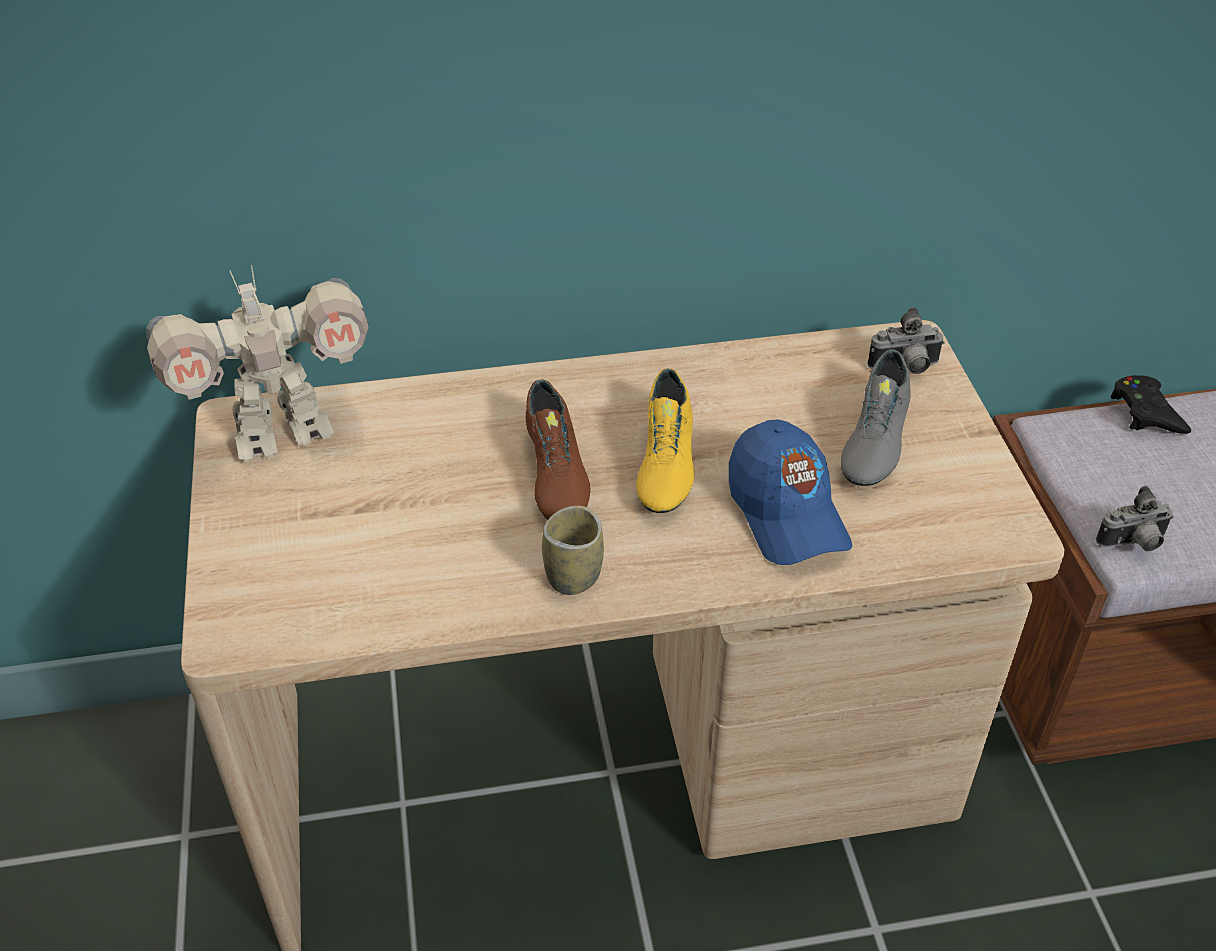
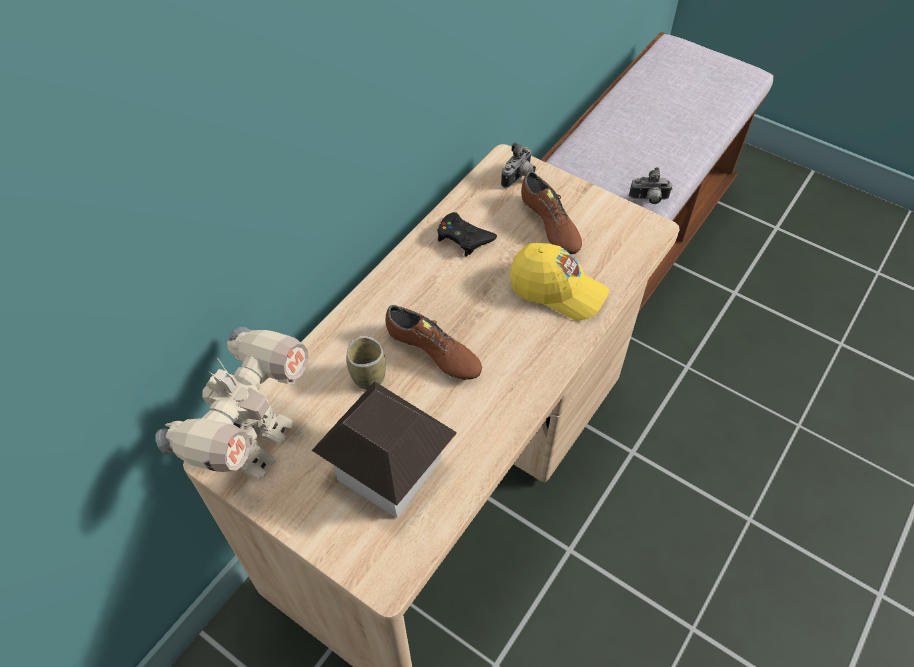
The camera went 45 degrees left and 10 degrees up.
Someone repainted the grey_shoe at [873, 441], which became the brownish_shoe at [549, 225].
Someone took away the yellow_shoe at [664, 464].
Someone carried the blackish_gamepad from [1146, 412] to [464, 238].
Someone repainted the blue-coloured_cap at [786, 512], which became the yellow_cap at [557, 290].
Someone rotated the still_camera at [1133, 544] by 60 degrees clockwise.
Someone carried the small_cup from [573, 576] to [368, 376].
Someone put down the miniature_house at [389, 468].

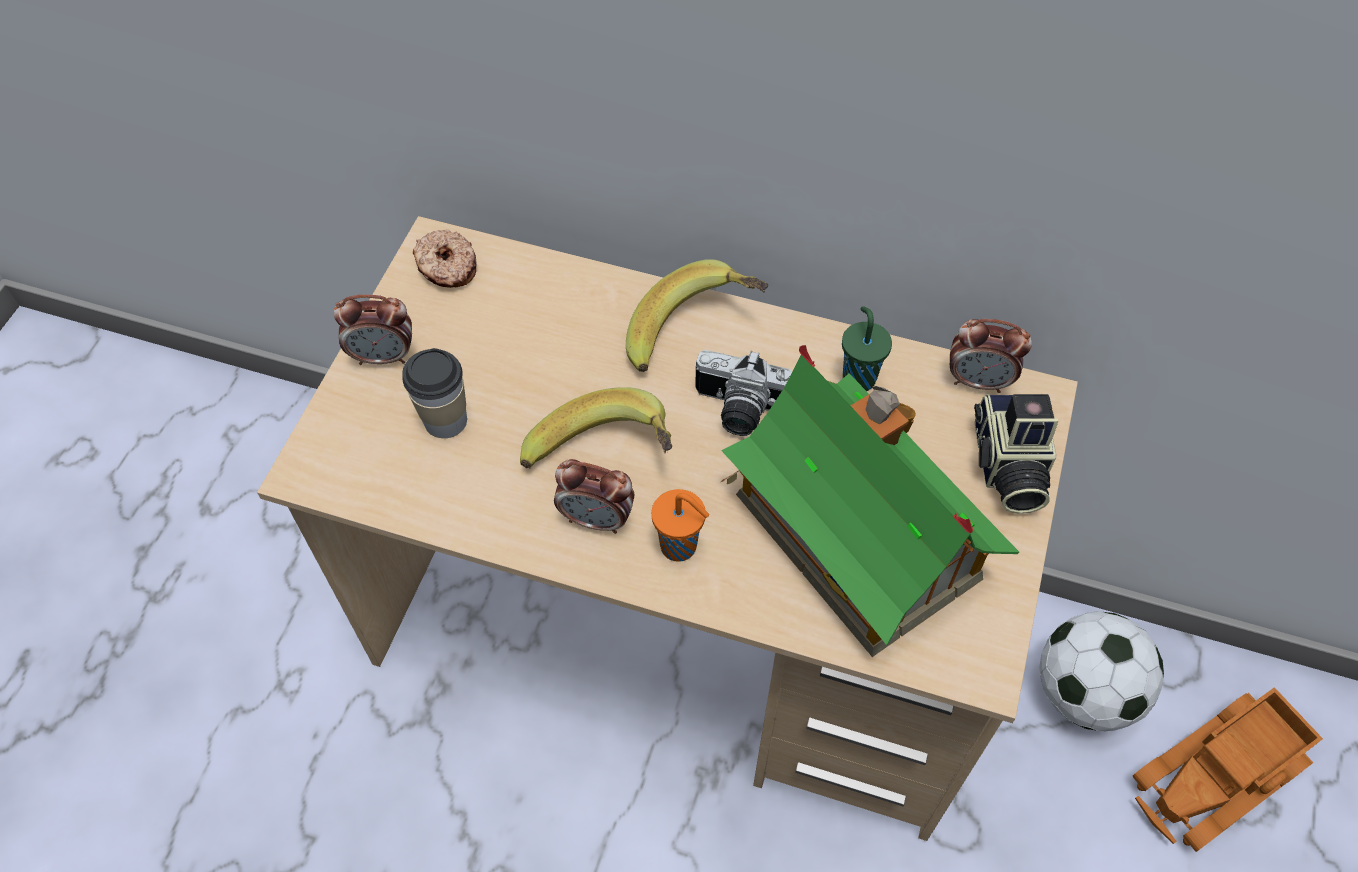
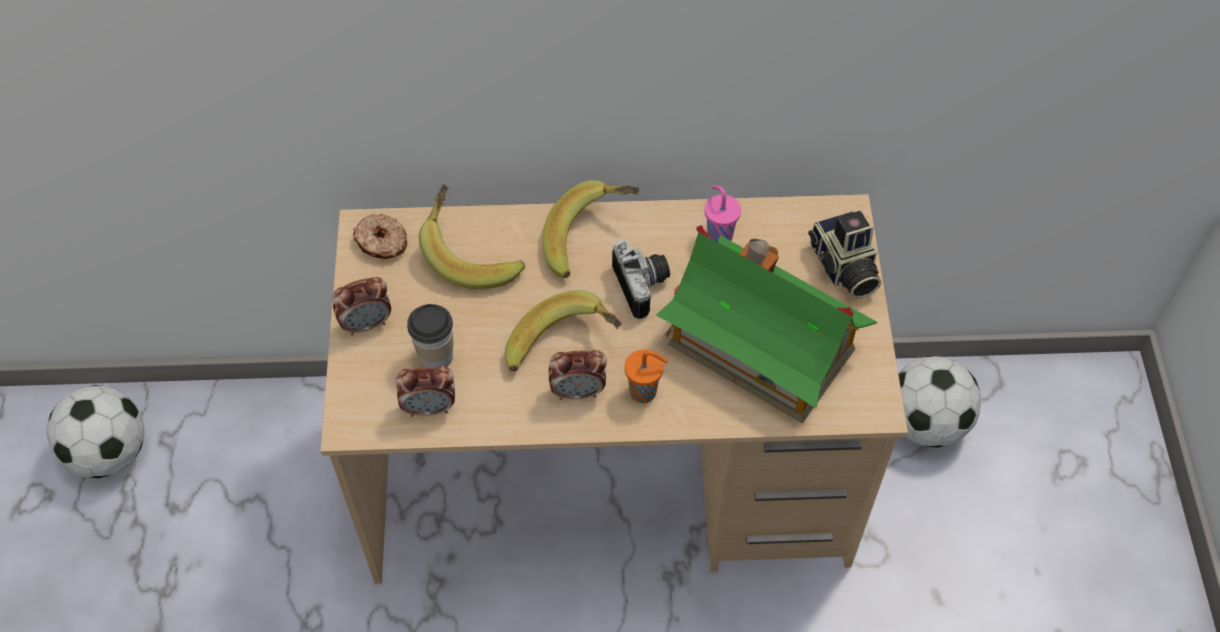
The camera went 20 degrees left and 0 degrees up.
Someone repainted the green_small_cup at [858, 377], which became the pink-coloured_small_cup at [718, 236].
Someone carried the table_clock from [978, 381] to [430, 407].
Someone rotated the still_camera at [738, 411] by 105 degrees counterclockwise.
Someone took away the model_truck at [1220, 776].
Someone put down the banana_fruit at [472, 253].
Someone put down the football at [109, 452].

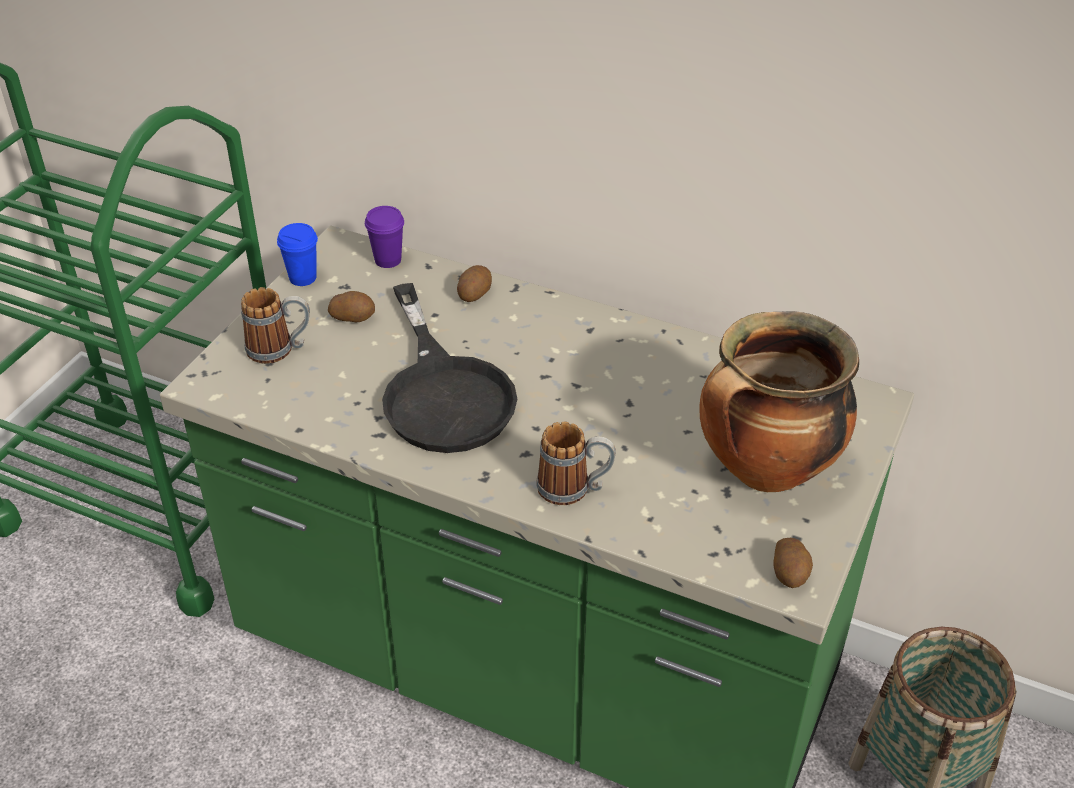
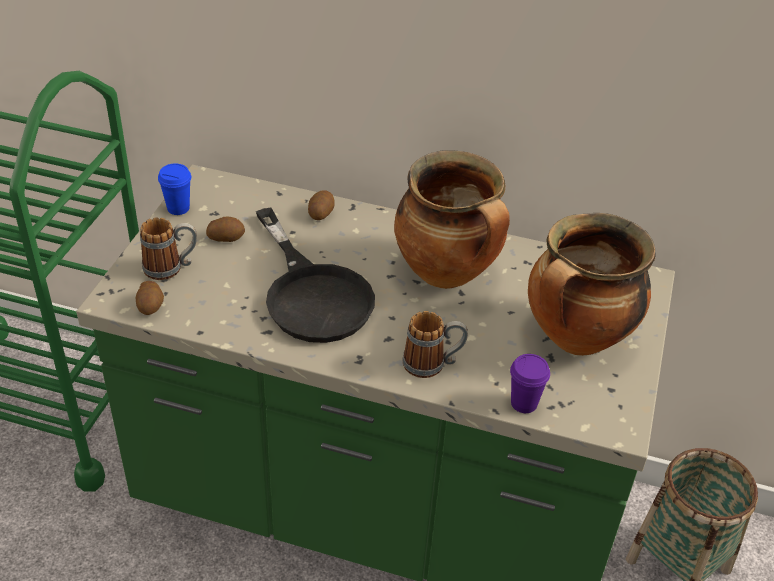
The camera went 10 degrees left and 0 degrees up.
Someone carried the purple_small_cup from [388, 260] to [524, 403].
Someone carried the spud from [790, 573] to [151, 306].
Someone put down the saucepot at [448, 273].

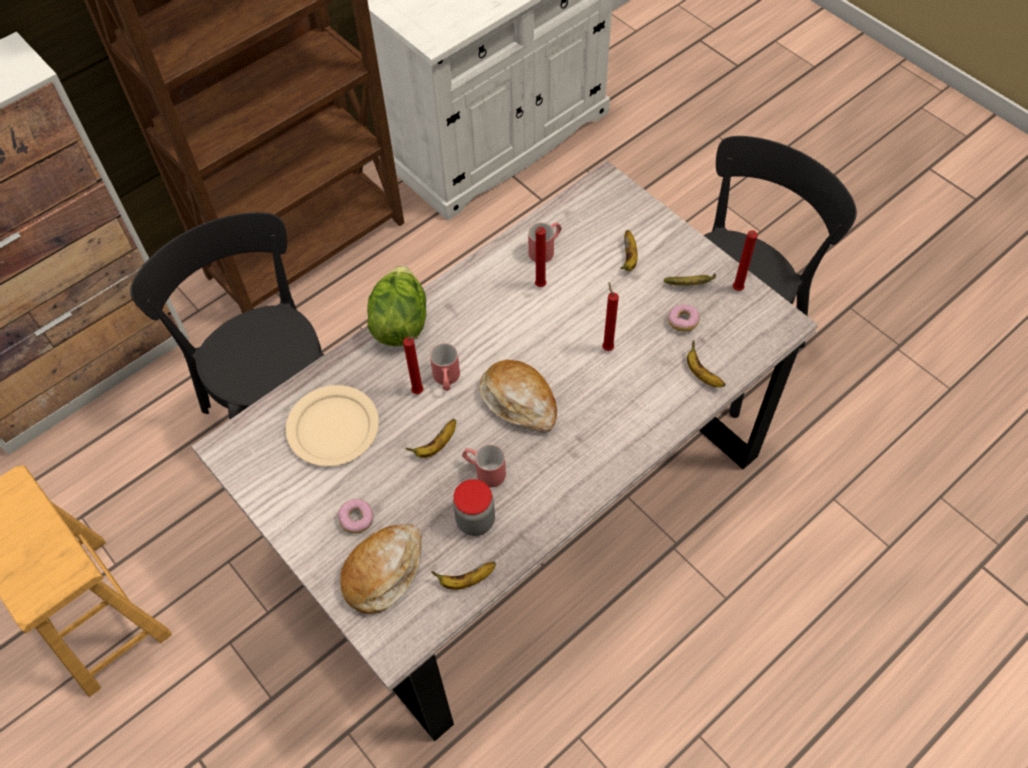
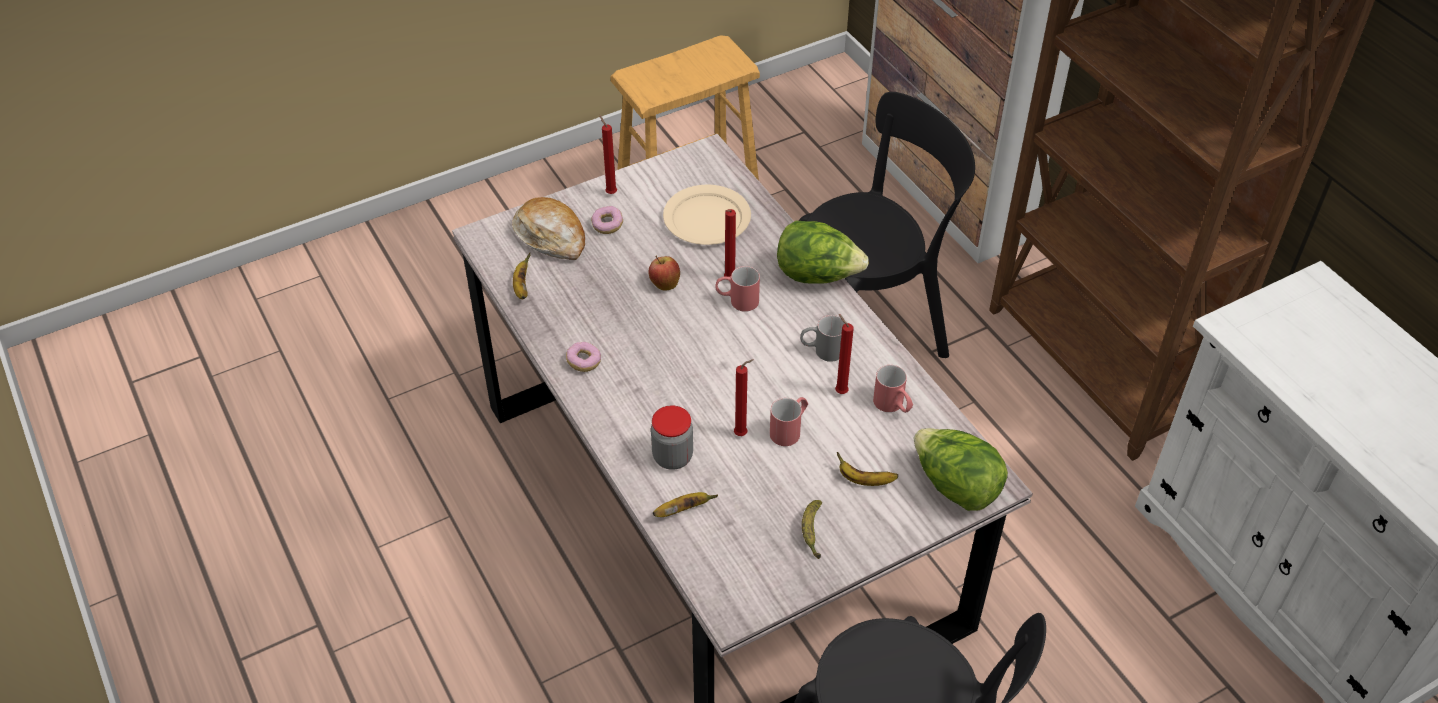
The camera went 100 degrees right and 10 degrees down.
Someone carried the red_wax_light from [736, 290] to [610, 192].
Someone carried the doughnut from [682, 322] to [584, 362].
Someone took away the bread at [519, 401].
Someone swapped the banana_fruit at [436, 446] for the whole_apple at [664, 284].
Someone carried the red_coffee_mug from [484, 471] to [790, 429].
Someone carried the jar from [475, 521] to [672, 457].
Someone put down the grey_coffee_mug at [822, 351].
Someone put down the head_of_lettuce at [955, 487].

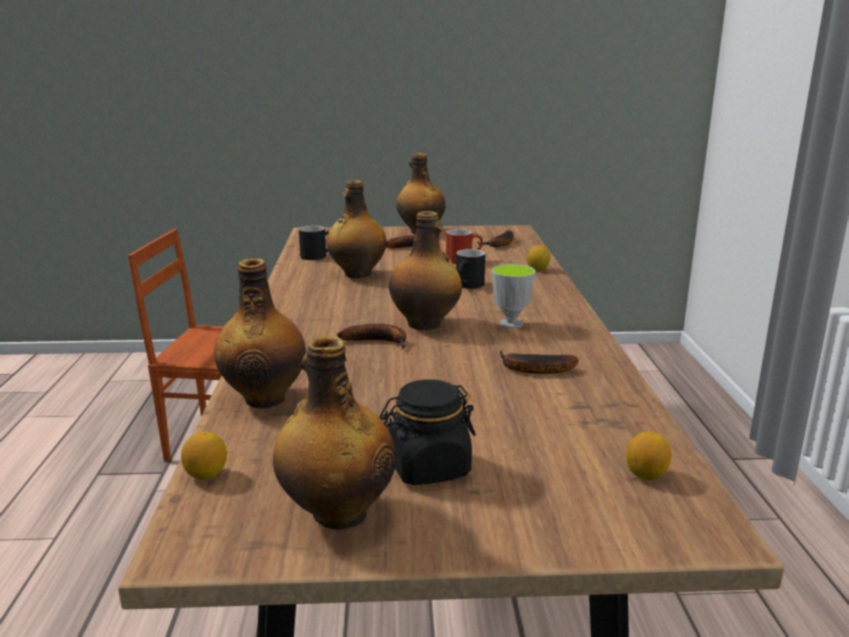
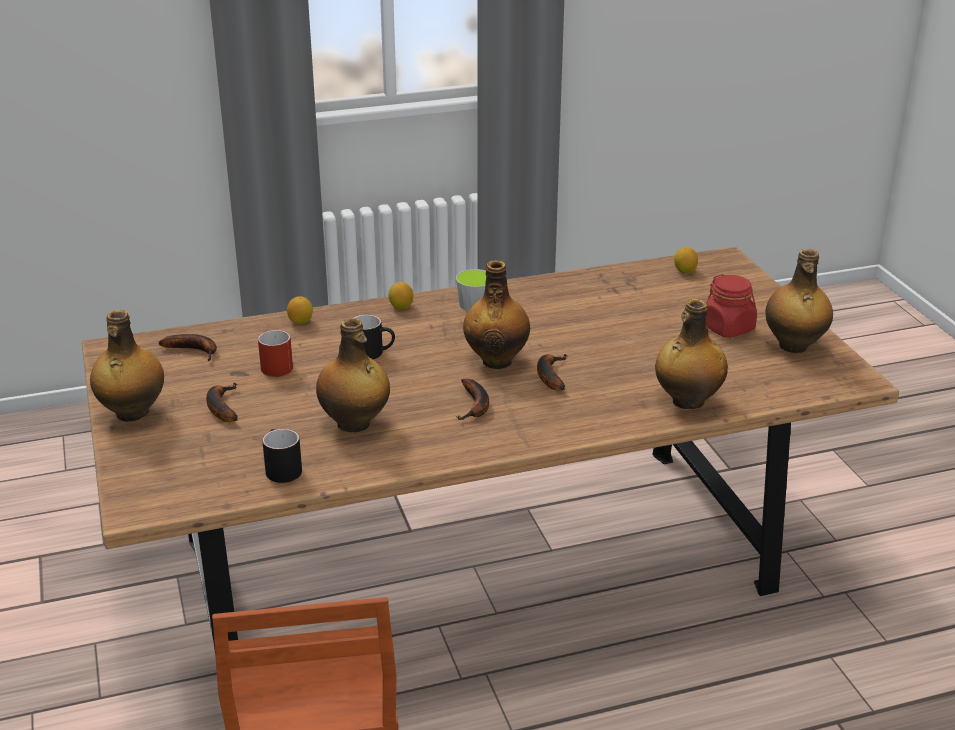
The camera went 105 degrees left and 10 degrees up.
Someone carried the banana_fruit from [532, 369] to [475, 405].
Someone repainted the blackish_jar at [428, 468], which became the red_jar at [728, 328].
Someone carried the lemon from [206, 474] to [401, 307].

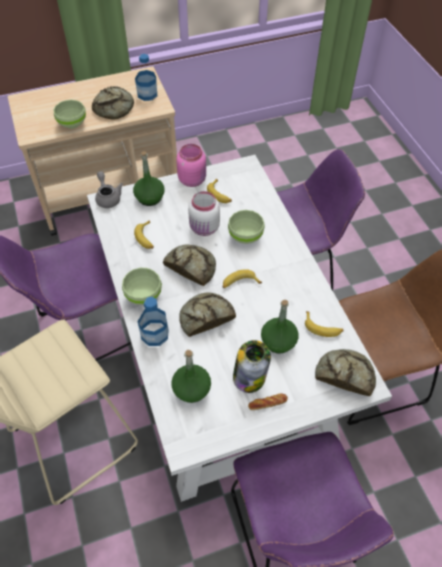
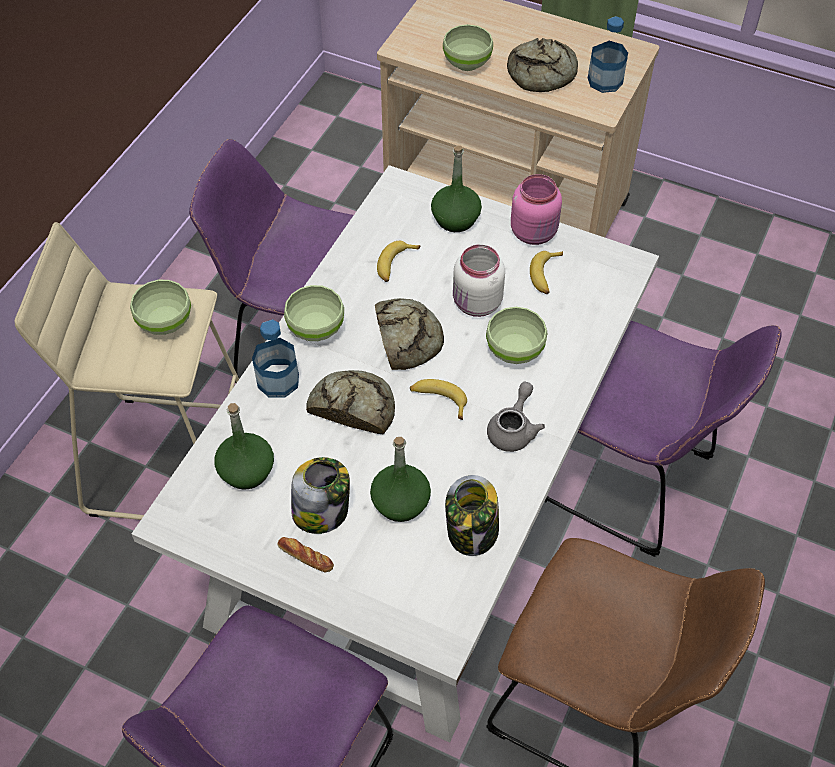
The camera went 45 degrees right and 0 degrees up.
Someone carried the grey_pot_for_tea from [108, 197] to [513, 429].
Someone swapped the banana_fruit at [322, 328] for the jar at [472, 532].
Someone took away the bread at [345, 374].
Someone put down the green_deep_dish at [164, 321].

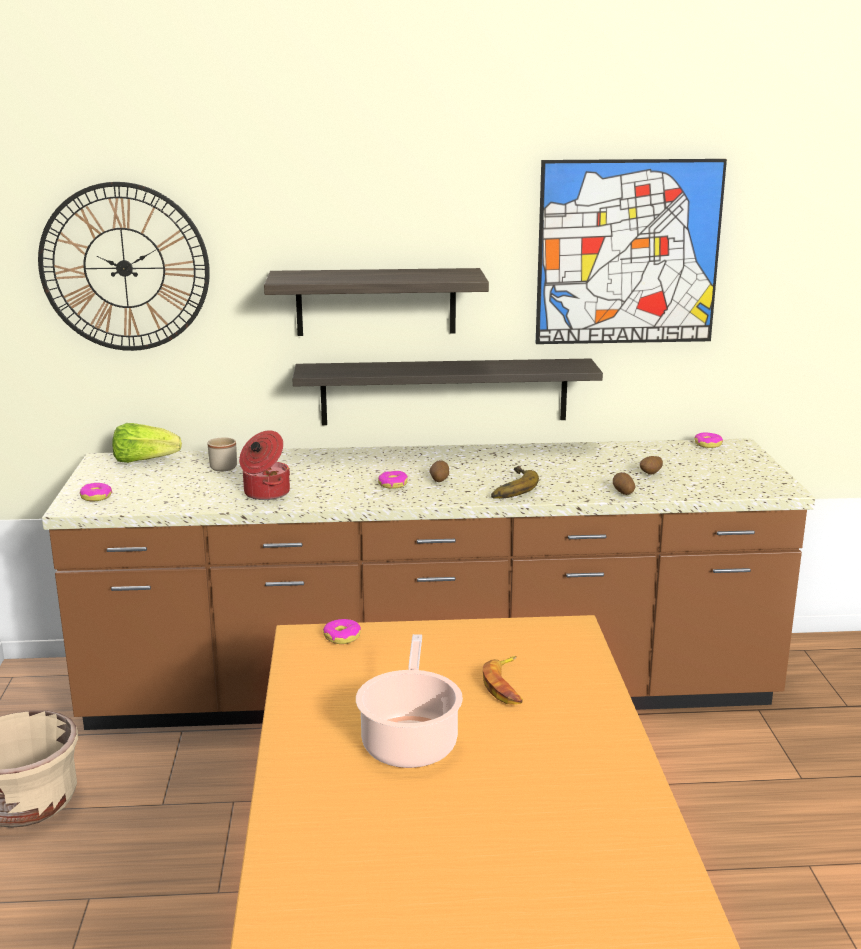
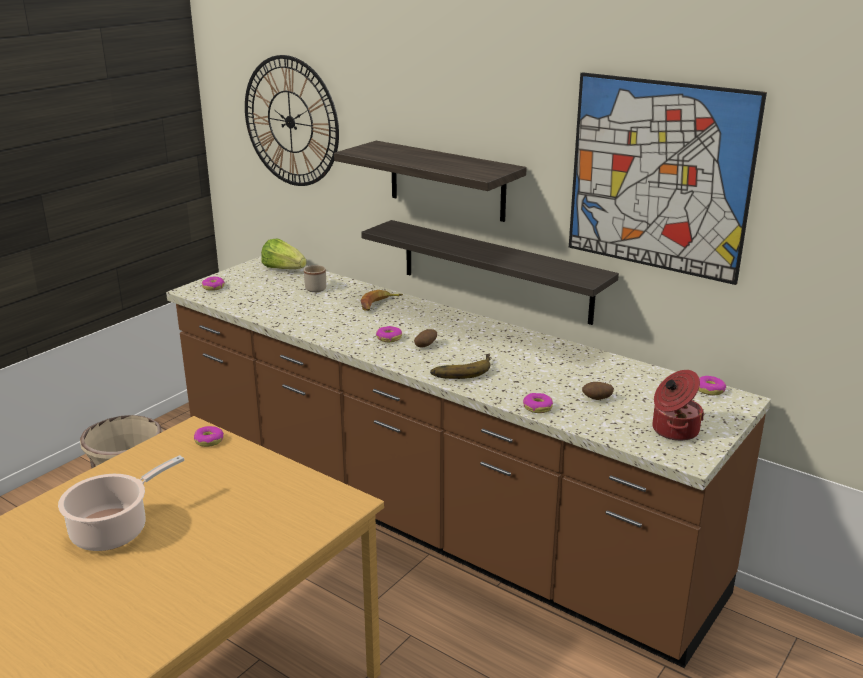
The camera went 40 degrees right and 5 degrees up.
Someone carried the saucepot from [265, 493] to [673, 430].
Someone swapped the spud at [623, 493] for the doughnut at [537, 407].
Someone carried the banana_fruit from [506, 685] to [379, 304].

